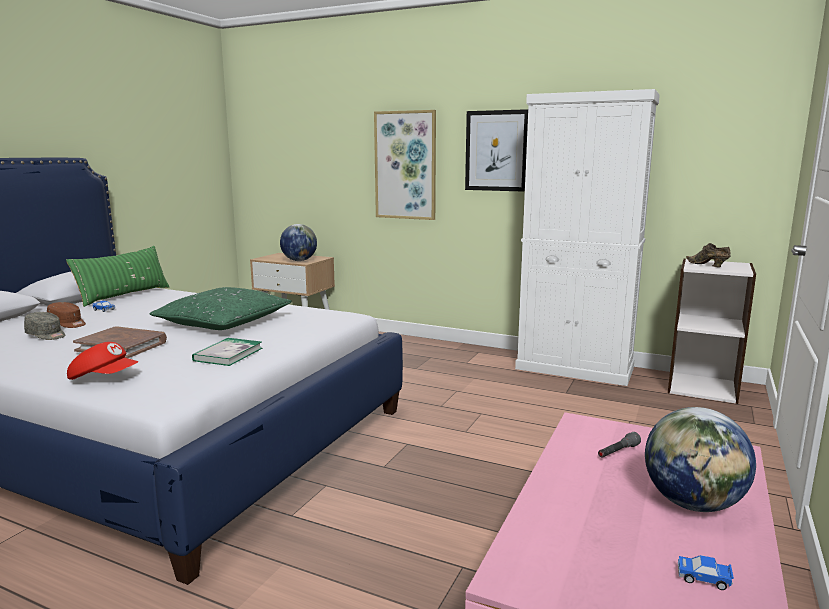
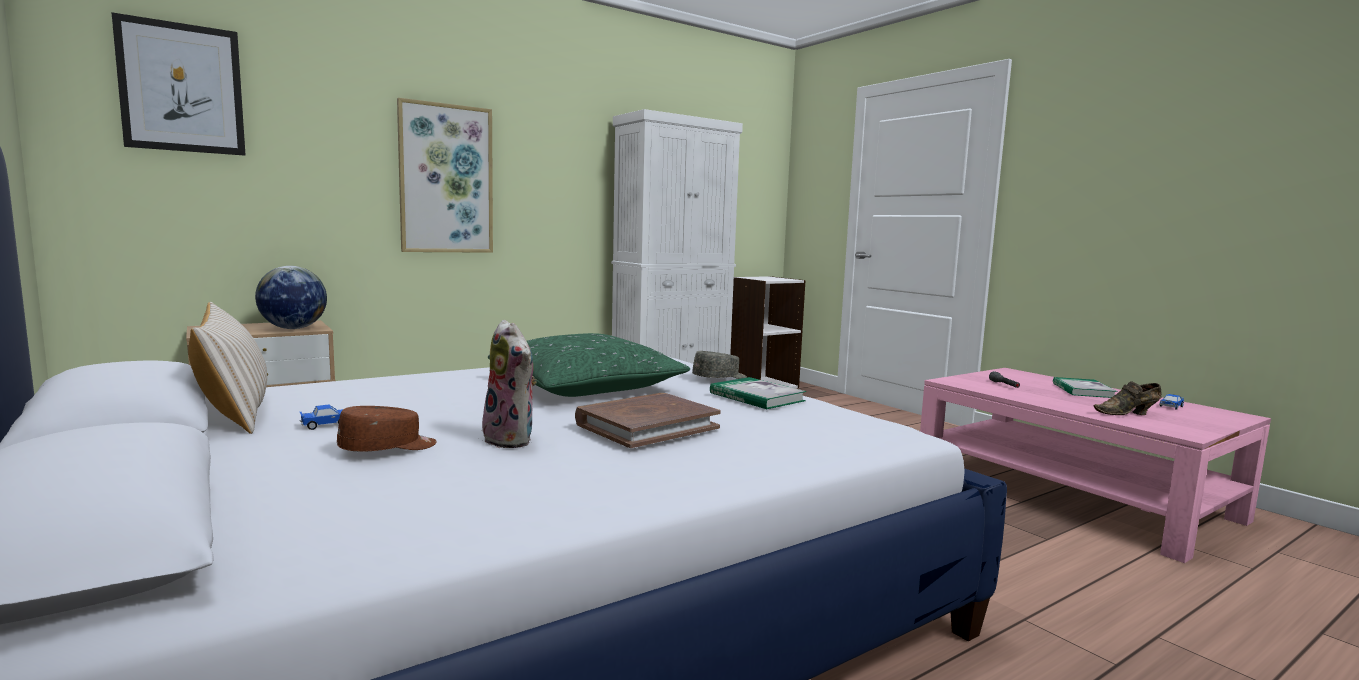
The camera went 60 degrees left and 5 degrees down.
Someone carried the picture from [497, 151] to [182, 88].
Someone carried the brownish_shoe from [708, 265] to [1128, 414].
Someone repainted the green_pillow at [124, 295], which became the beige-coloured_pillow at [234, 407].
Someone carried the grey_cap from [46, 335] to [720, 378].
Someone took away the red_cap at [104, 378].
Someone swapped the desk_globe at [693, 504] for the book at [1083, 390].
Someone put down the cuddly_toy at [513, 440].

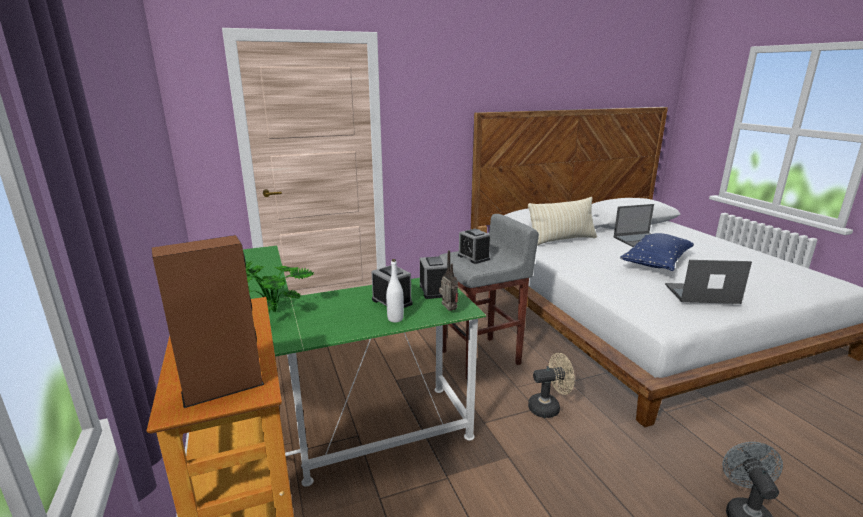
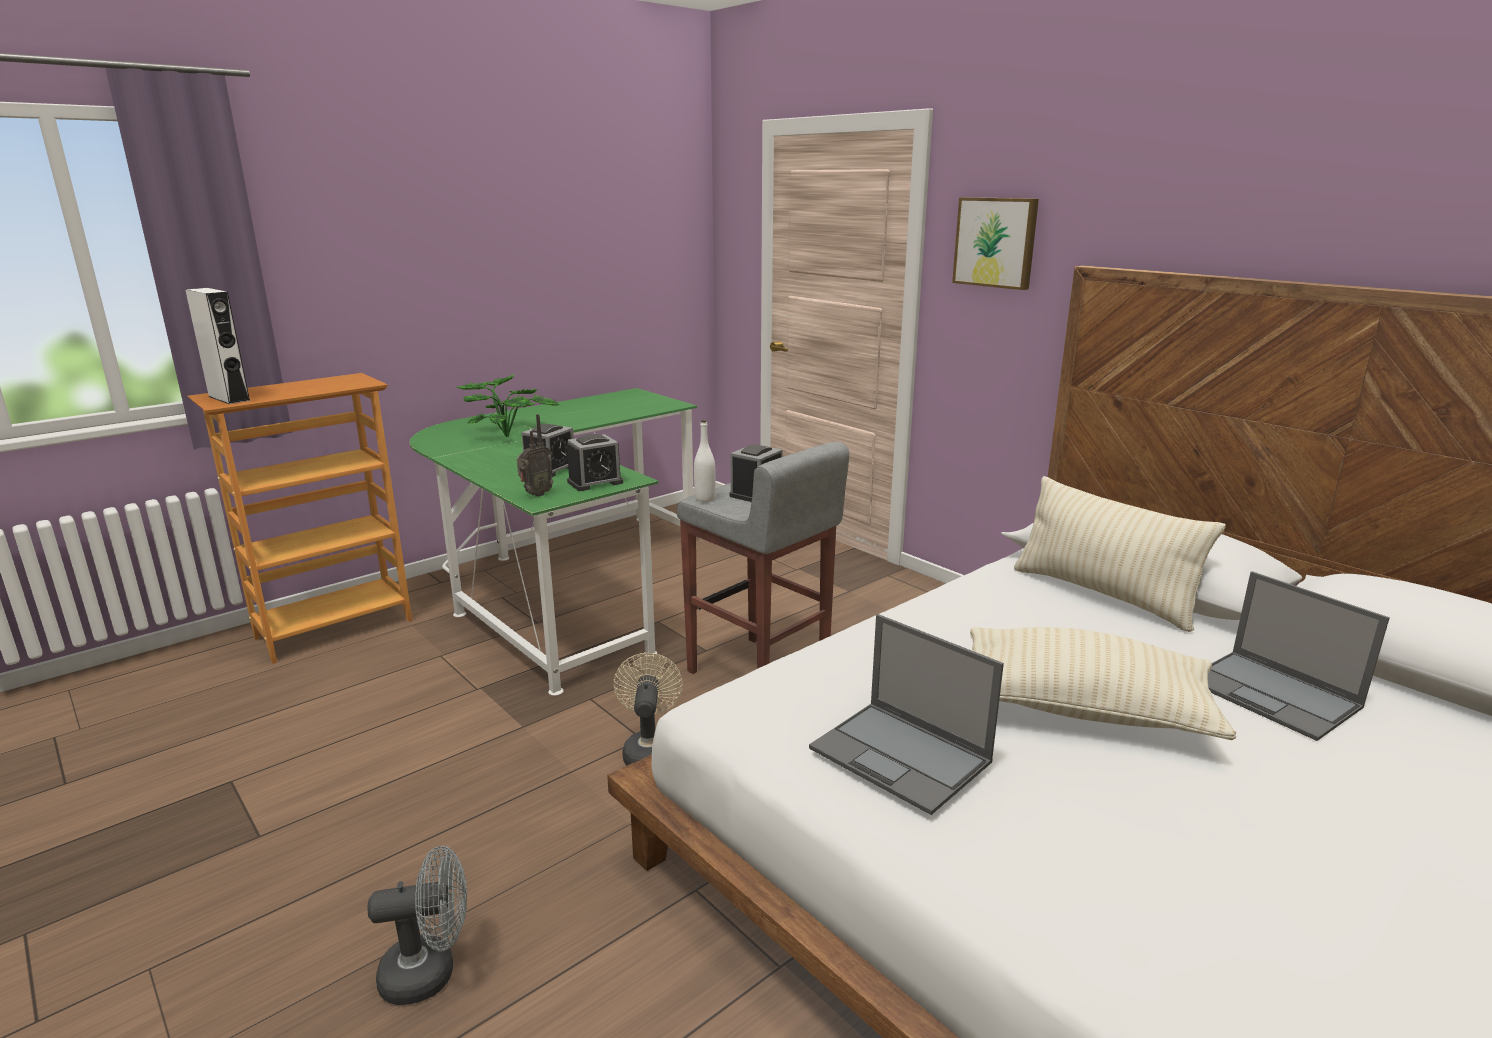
The camera went 70 degrees right and 0 degrees up.
Someone repainted the blue-coloured_pillow at [656, 263], which became the beige-coloured_pillow at [1083, 709].
Someone repainted the brownish_speaker at [223, 388], which became the white-coloured_speaker at [229, 398].
Someone carried the white-coloured_drink_bottle from [395, 319] to [705, 499].
Someone rotated the notebook_computer at [700, 294] by 150 degrees clockwise.
Someone rotated the beige-coloured_electric_fan at [548, 407] by 150 degrees counterclockwise.
Someone put up the picture at [996, 242].

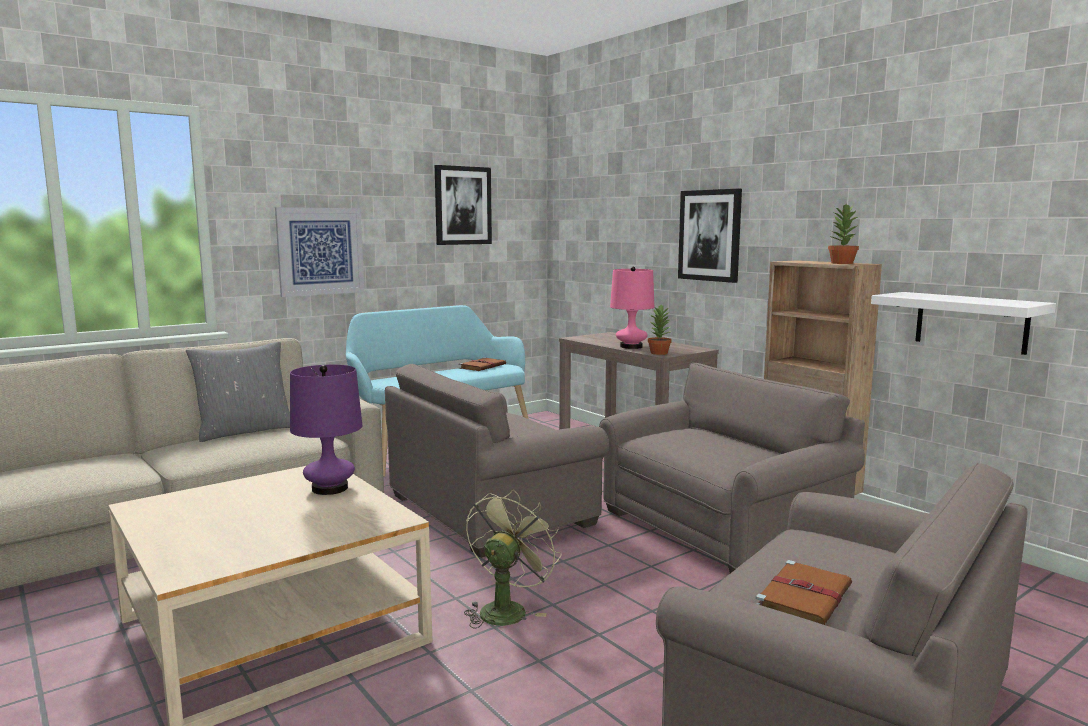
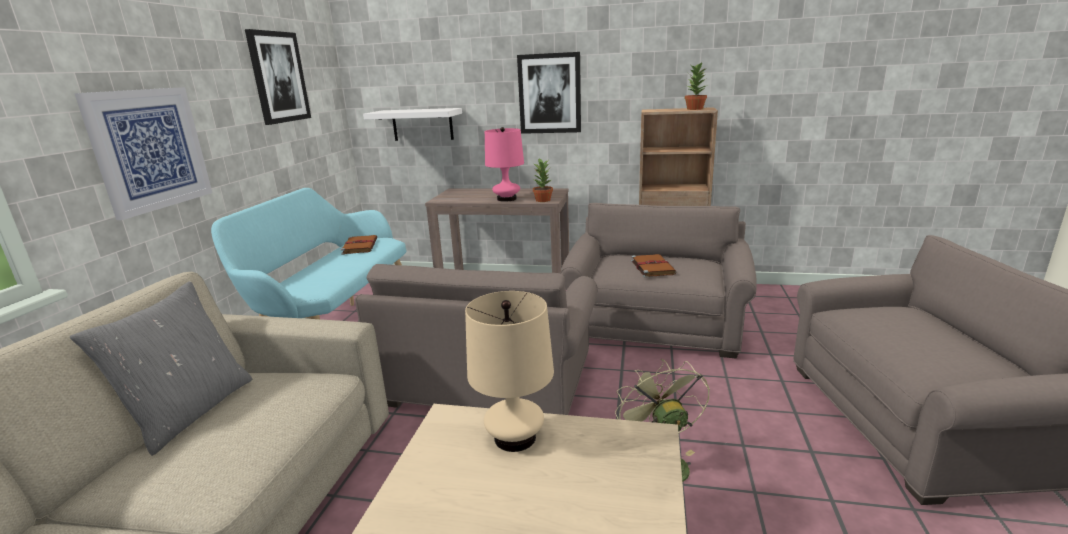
The camera went 40 degrees left and 10 degrees up.
Someone carried the white-coloured_bracket_shelf from [971, 322] to [422, 124].
Someone repainted the purple_table_lamp at [329, 488], which became the beige-coloured_table_lamp at [515, 438].
Someone carried the brownish_book from [804, 596] to [652, 267].

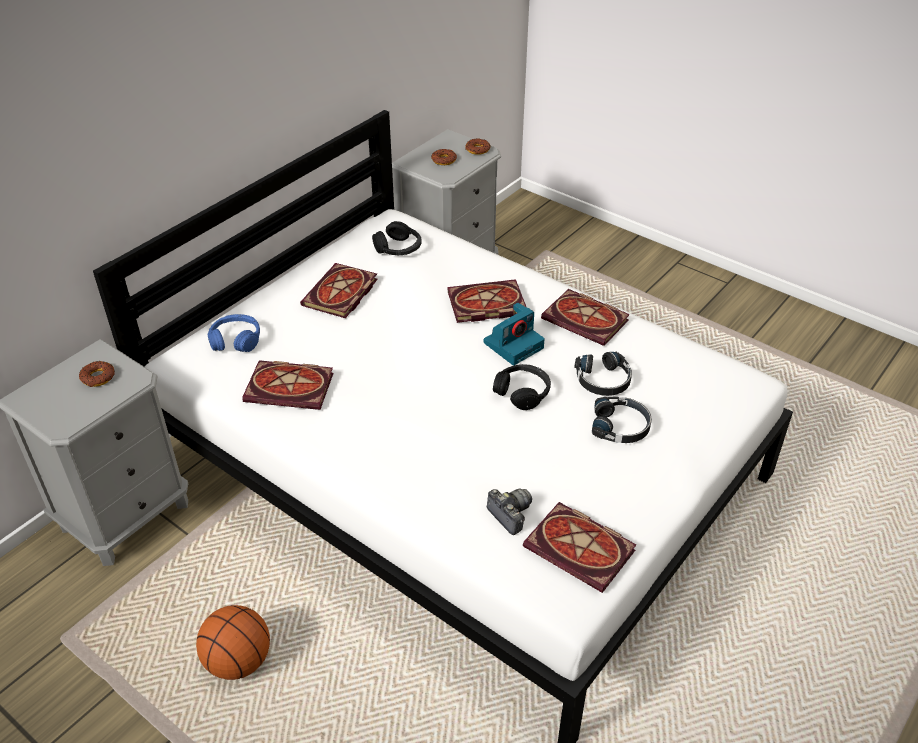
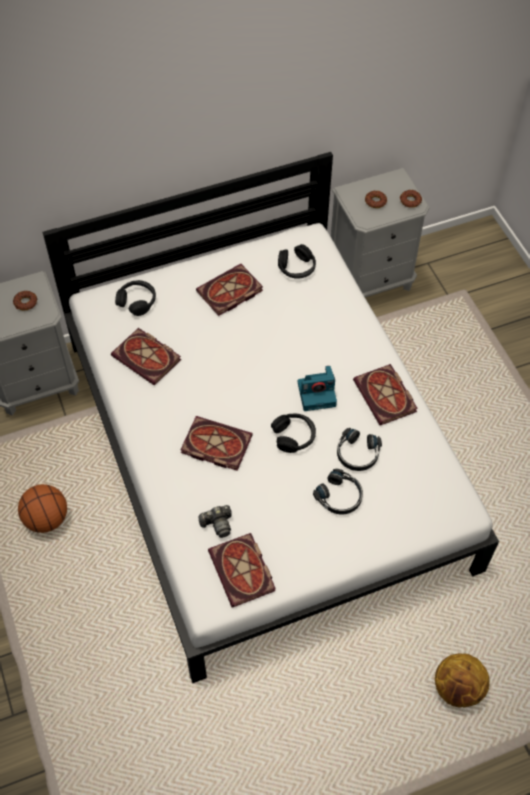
The camera went 30 degrees right and 15 degrees up.
Someone carried the book from [485, 305] to [214, 445].
Someone repainted the blue-coloured_headphones at [236, 340], which became the blackish_headphones at [137, 301].
Someone rotated the still_camera at [510, 515] by 75 degrees clockwise.
Someone put down the basketball_ball at [458, 689].

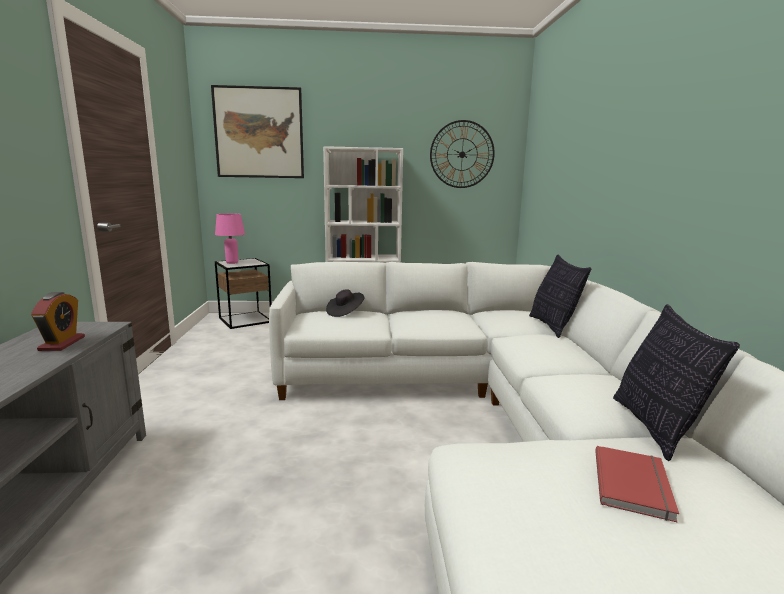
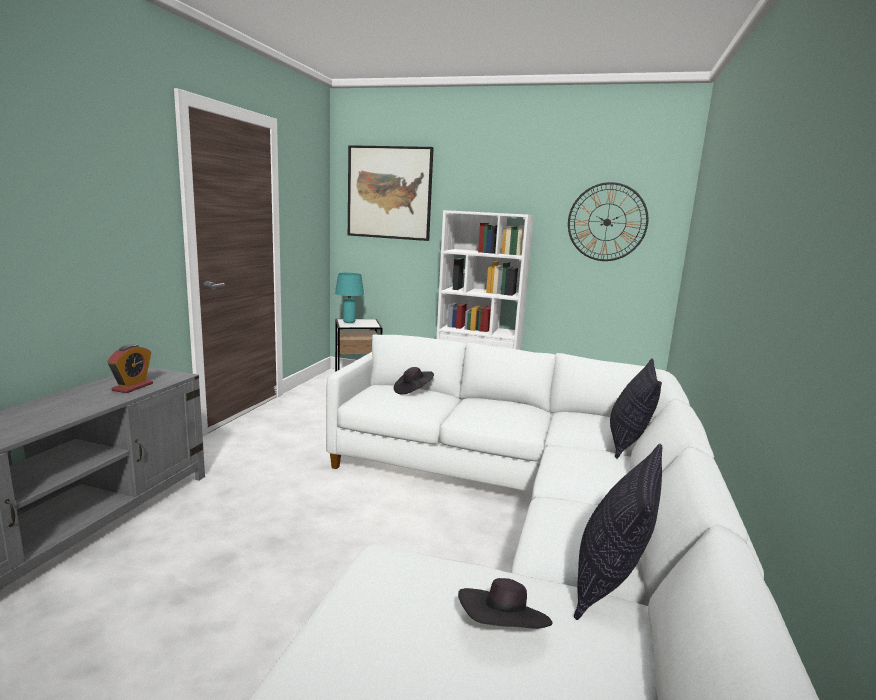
The camera went 20 degrees right and 0 degrees up.
Someone repainted the pink-coloured_table_lamp at [231, 263], which became the turquoise_table_lamp at [348, 322].
Someone swapped the red_book at [635, 484] for the blackish_wearable_hat at [503, 630].

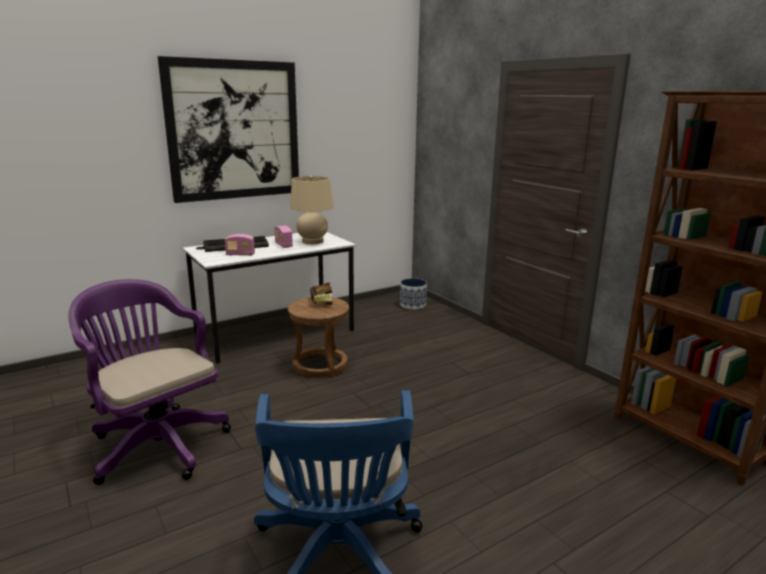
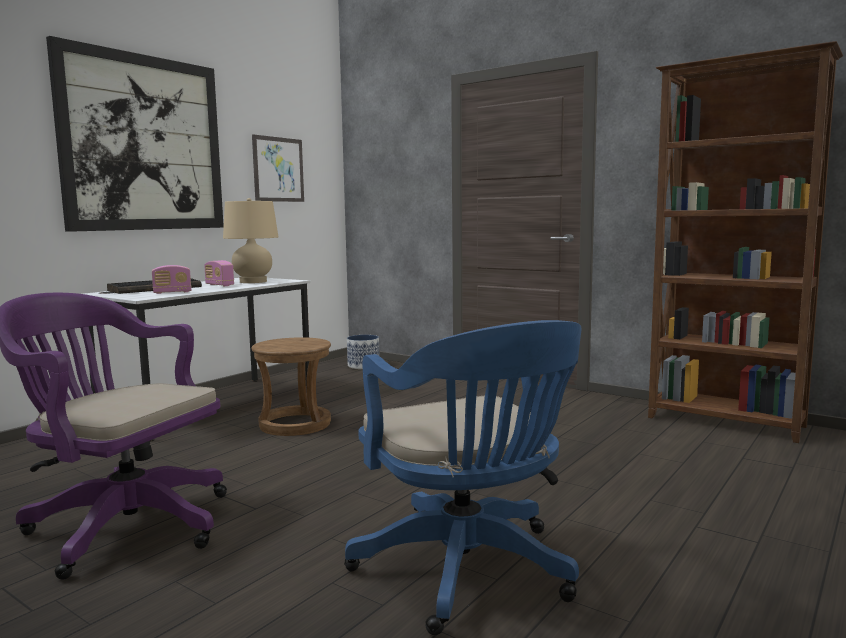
The camera went 20 degrees left and 10 degrees down.
Someone took away the book at [321, 304].
Someone put up the picture at [278, 169].

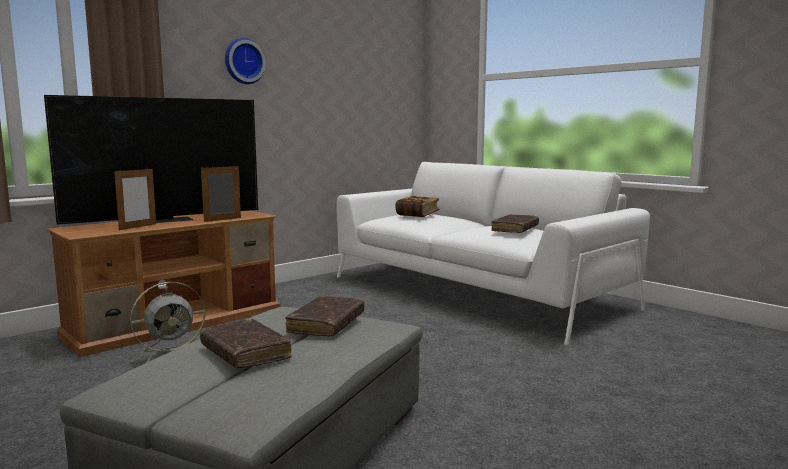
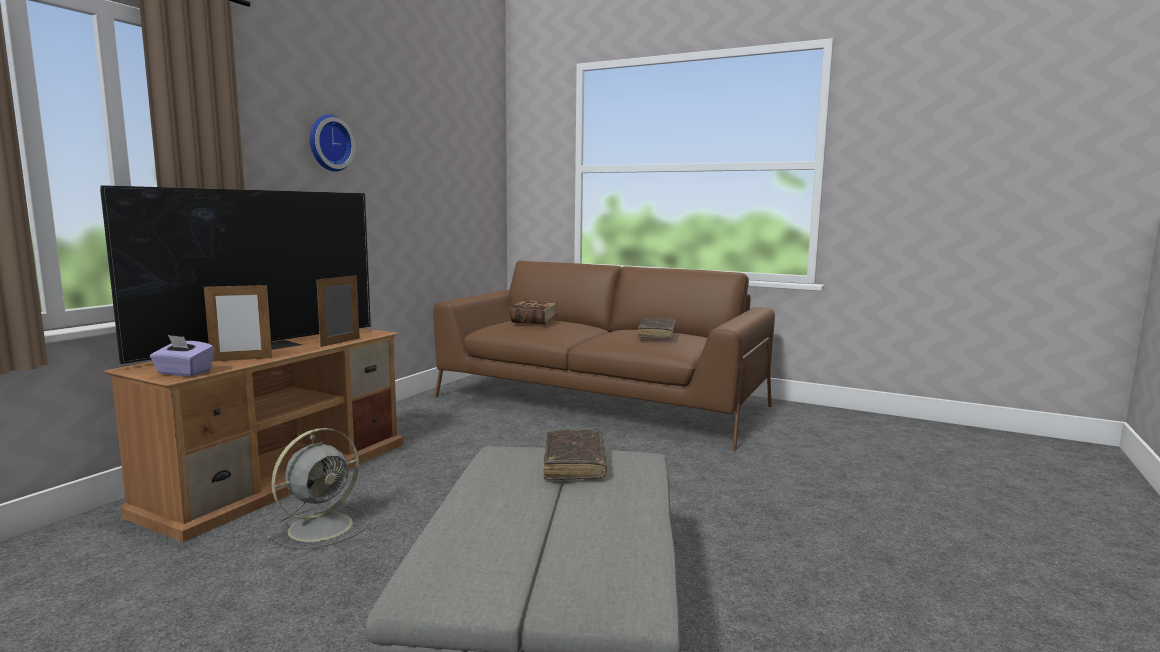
The camera went 20 degrees left and 0 degrees up.
Someone repainted the white-coloured_couch at [476, 291], which became the brownish_couch at [600, 401].
Someone rotated the standing_frame at [138, 227] by 60 degrees clockwise.
Someone took away the brownish_book at [245, 353].
Someone put down the purple_tissue_holder at [183, 373].

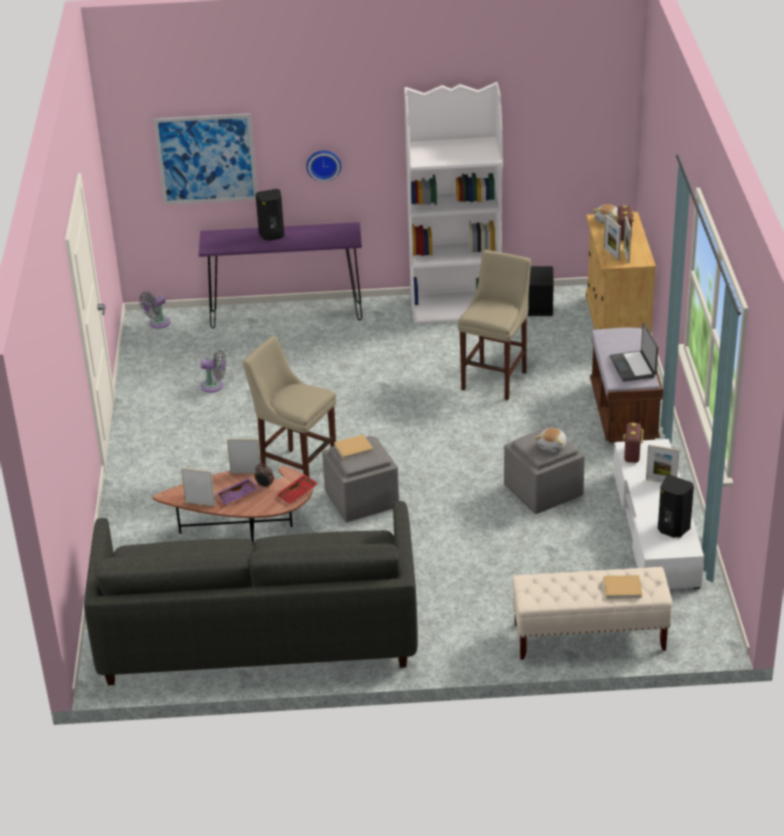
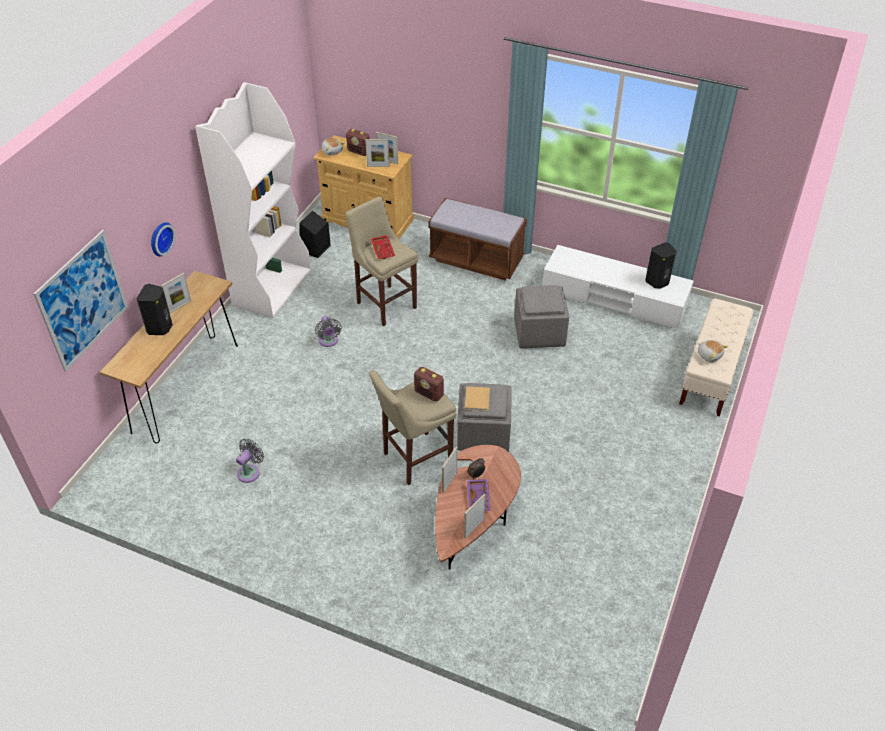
The camera went 65 degrees left and 10 degrees up.
Someone repainted the purple_narrow_table at [286, 315], which became the brownish_narrow_table at [186, 387].
Someone carried the grey_electric_fan from [157, 323] to [328, 341].
Someone took away the notebook_computer at [633, 367].
Someone carried the radio_set from [632, 455] to [429, 394].
Someone carried the cuddly_toy from [553, 446] to [709, 355].
Someone carried the standing_frame from [661, 481] to [180, 306].
Someone carried the red_carrying_tray from [297, 494] to [383, 250].
Someone took away the grey_couch at [258, 634].
Someone took away the beige-coloured_book at [624, 588].

